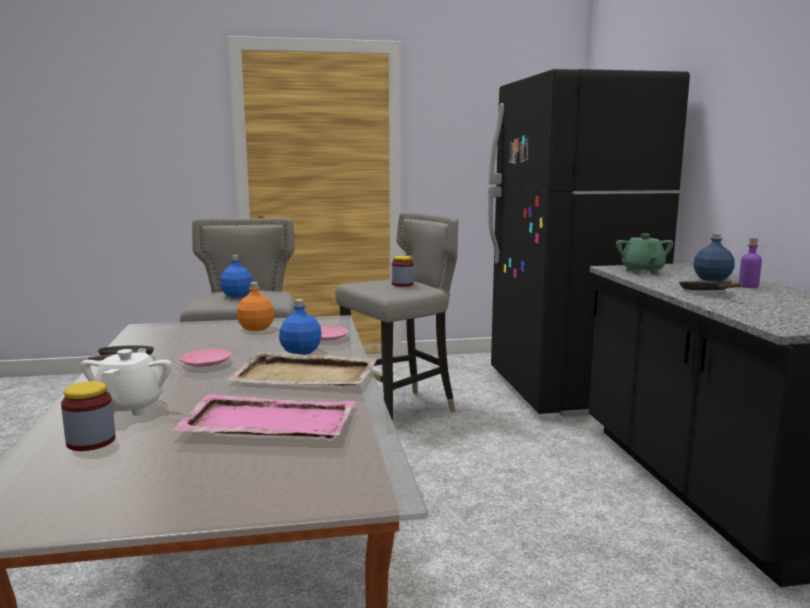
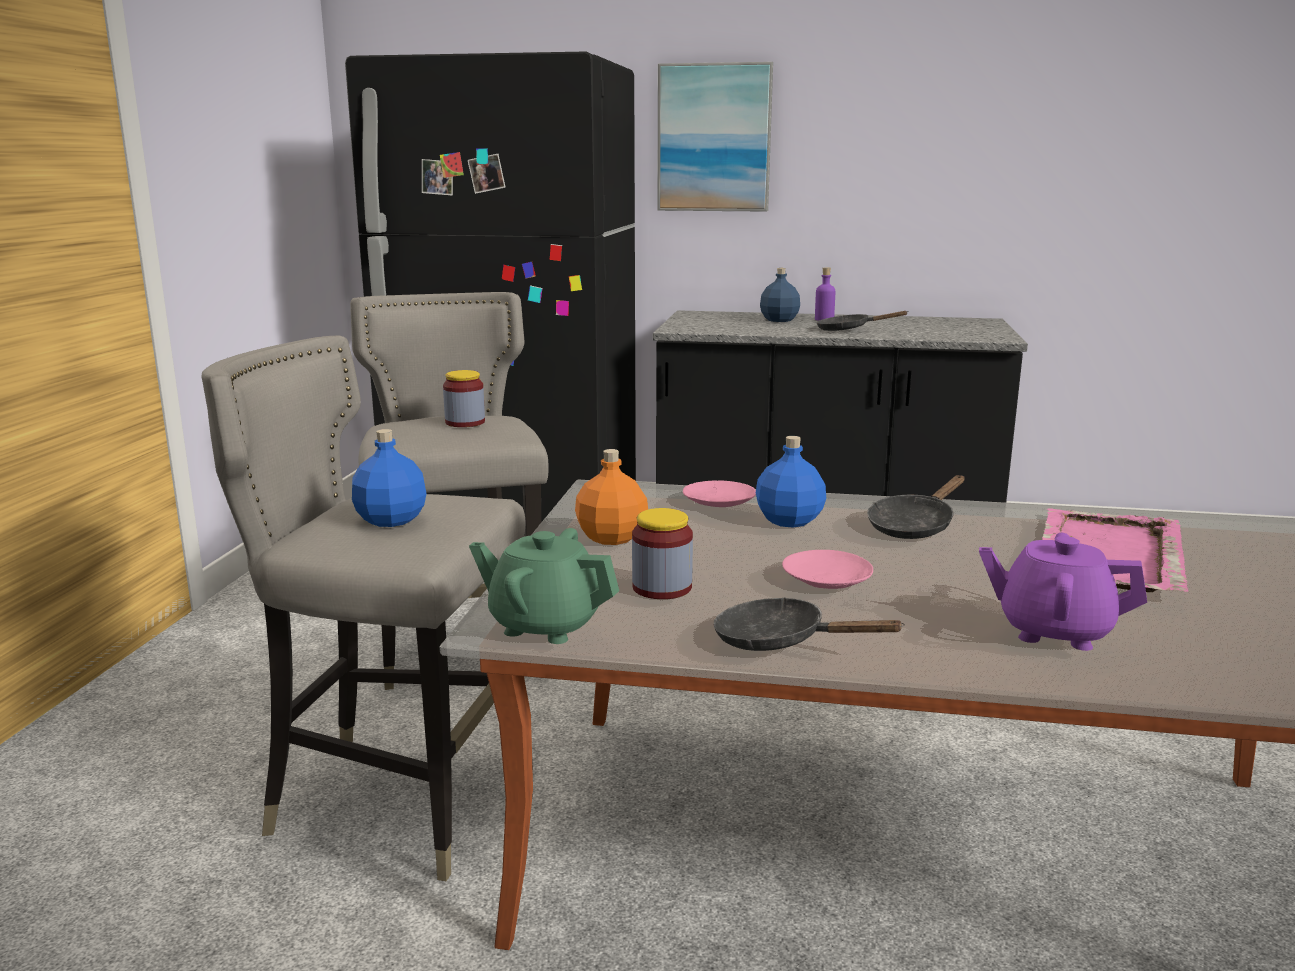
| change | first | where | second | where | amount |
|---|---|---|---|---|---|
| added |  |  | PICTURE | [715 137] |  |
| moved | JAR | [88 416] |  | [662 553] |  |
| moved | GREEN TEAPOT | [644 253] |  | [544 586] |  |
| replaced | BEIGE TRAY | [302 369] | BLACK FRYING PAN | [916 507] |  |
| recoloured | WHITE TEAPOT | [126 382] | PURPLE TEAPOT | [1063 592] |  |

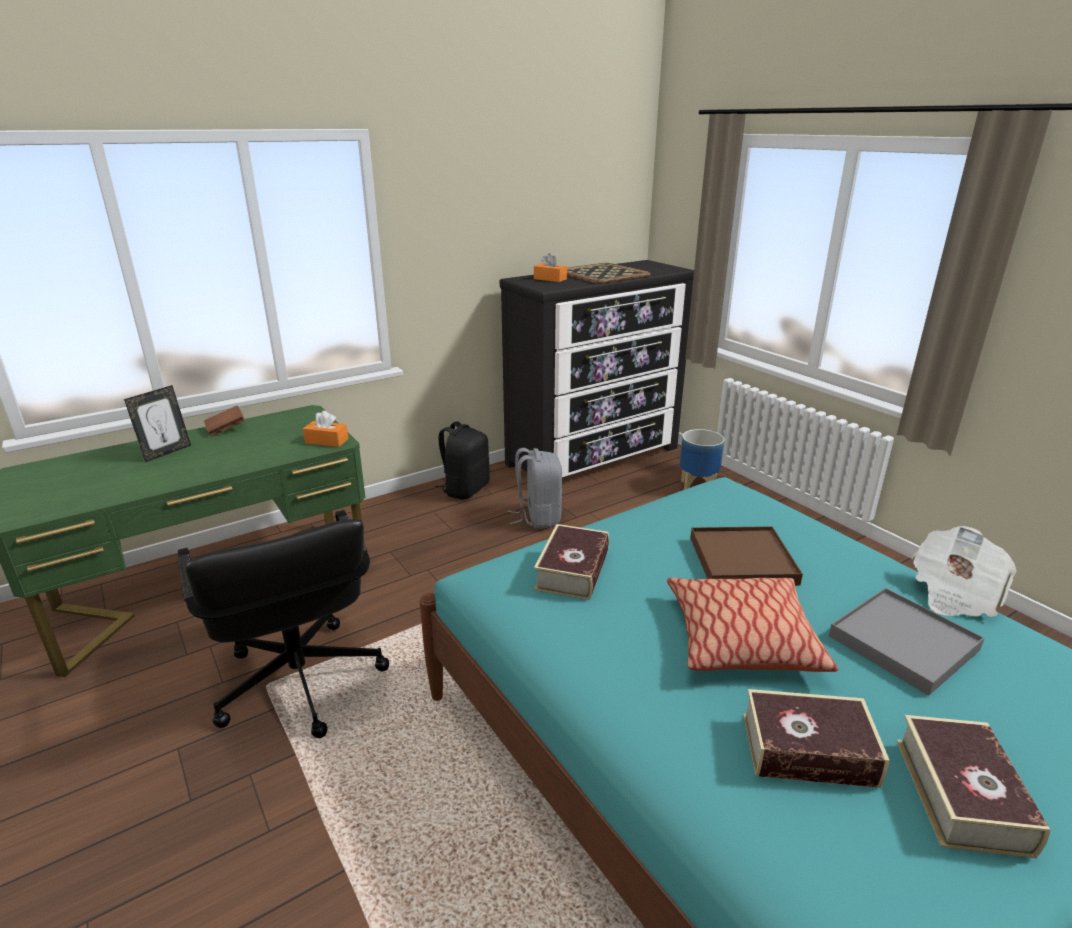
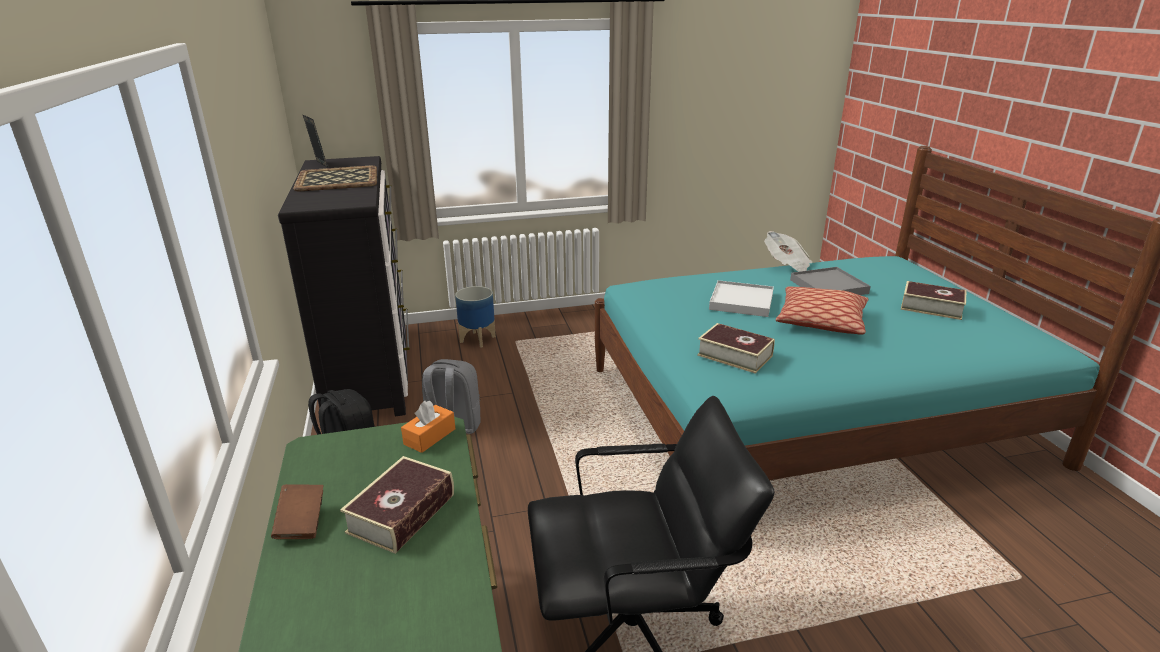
| change | first | where | second | where | amount |
|---|---|---|---|---|---|
| removed | ORANGE TISSUE BOX | [550 267] |  |  |  |
| moved | PICTURE FRAME | [157 423] |  | [315 141] |  |
| moved | BOOK | [816 738] |  | [397 505] |  |
| recoloured | BROWN TRAY | [746 556] | WHITE TRAY | [741 298] |  |

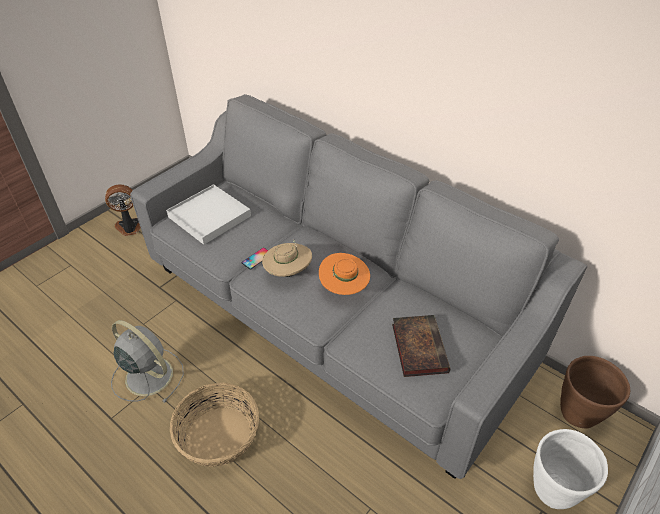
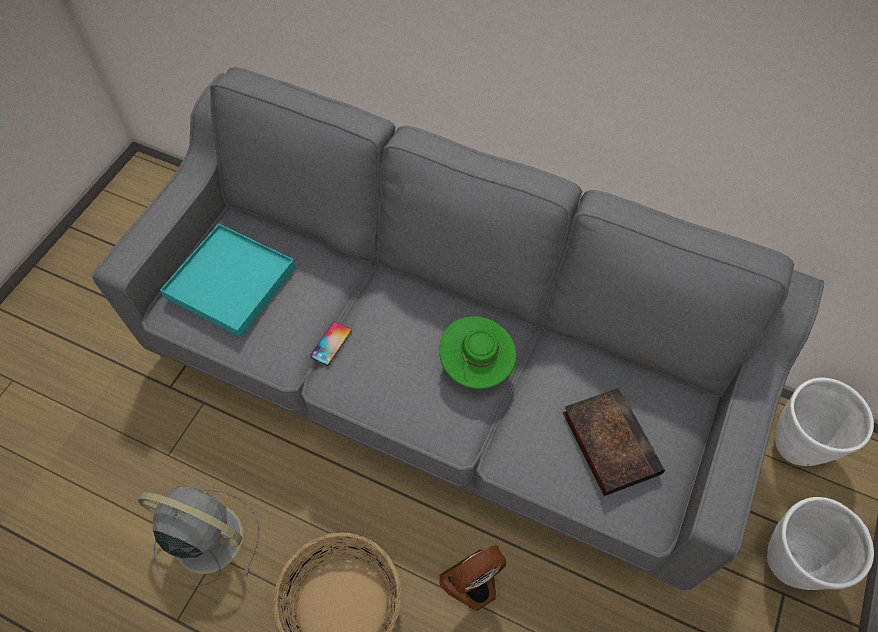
| change | first | where | second | where | amount |
|---|---|---|---|---|---|
| removed | BEIGE HAT | [287 258] |  |  |  |
| moved | FAN | [123 210] |  | [472 578] |  |
| recoloured | WHITE TRAY | [208 214] | TURQUOISE TRAY | [228 281] |  |
| recoloured | ORANGE HAT | [344 274] | GREEN HAT | [477 352] |  |
| recoloured | BROWN PLANTER | [595 392] | WHITE PLANTER | [824 422] |  |

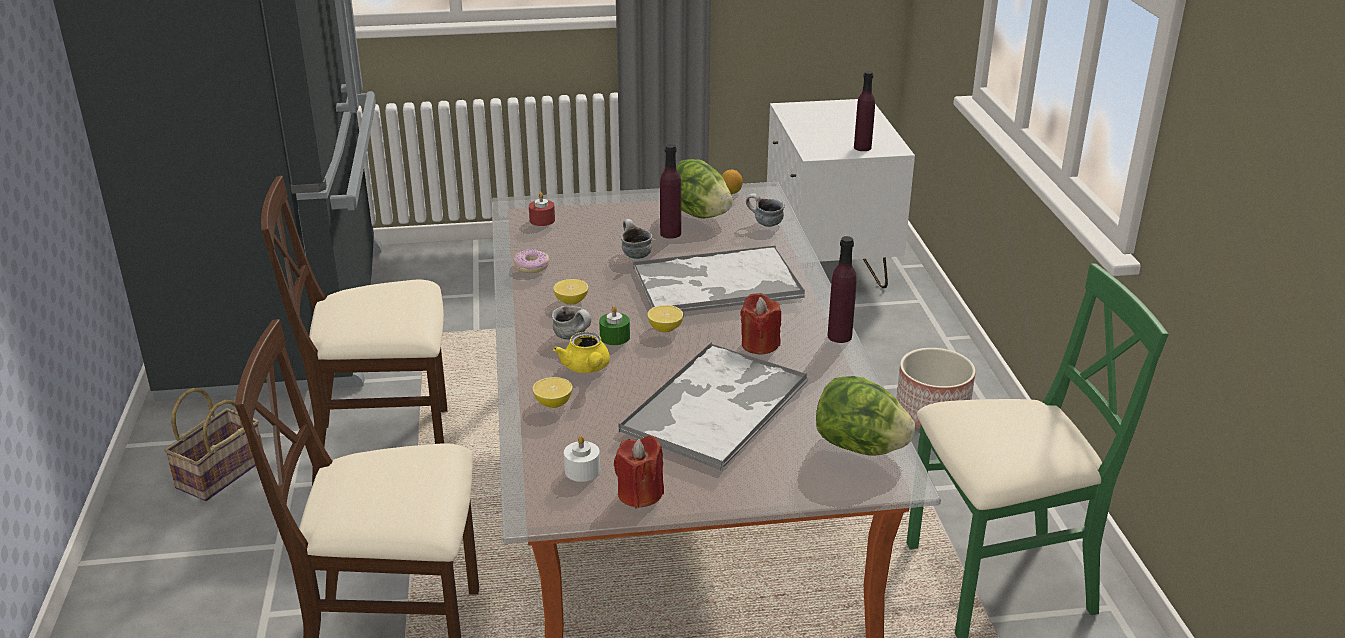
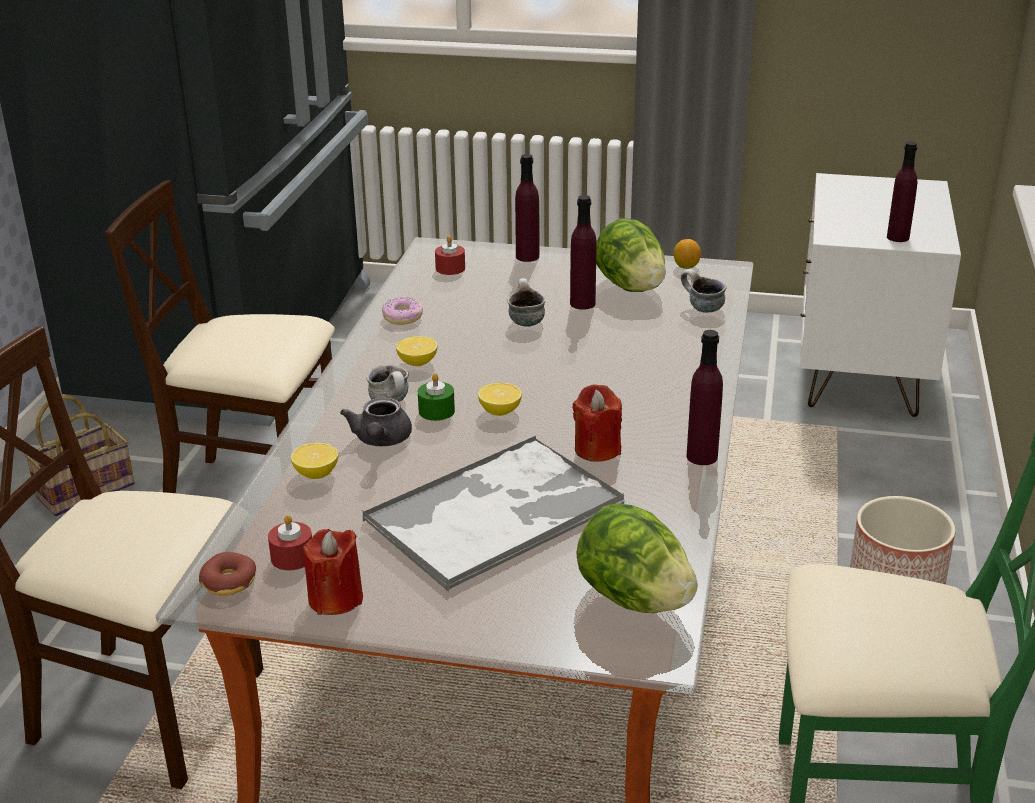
| change | first | where | second | where | amount |
|---|---|---|---|---|---|
| removed | TRAY | [719 279] |  |  |  |
| added |  |  | DONUT | [227 574] |  |
| added |  |  | PURPLE BOTTLE | [527 208] |  |
| recoloured | YELLOW TEAPOT | [581 352] | GREY TEAPOT | [376 421] |  |
| recoloured | WHITE CANDLE | [582 458] | RED CANDLE | [290 542] |  |

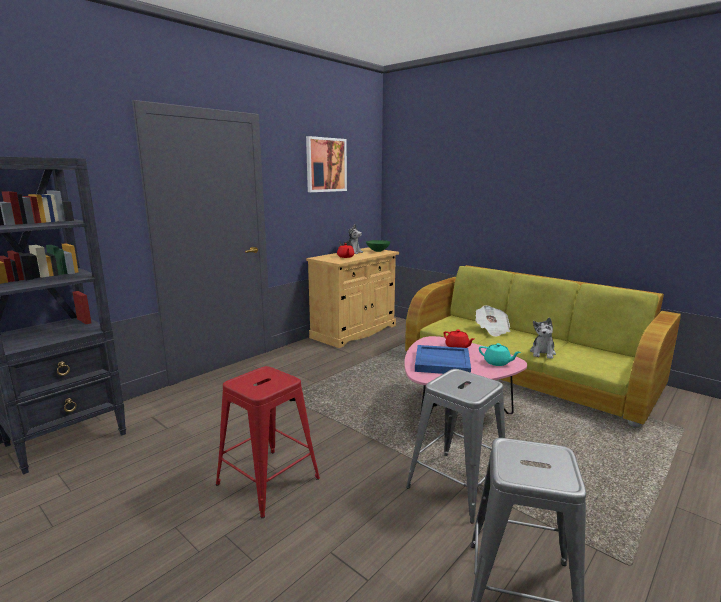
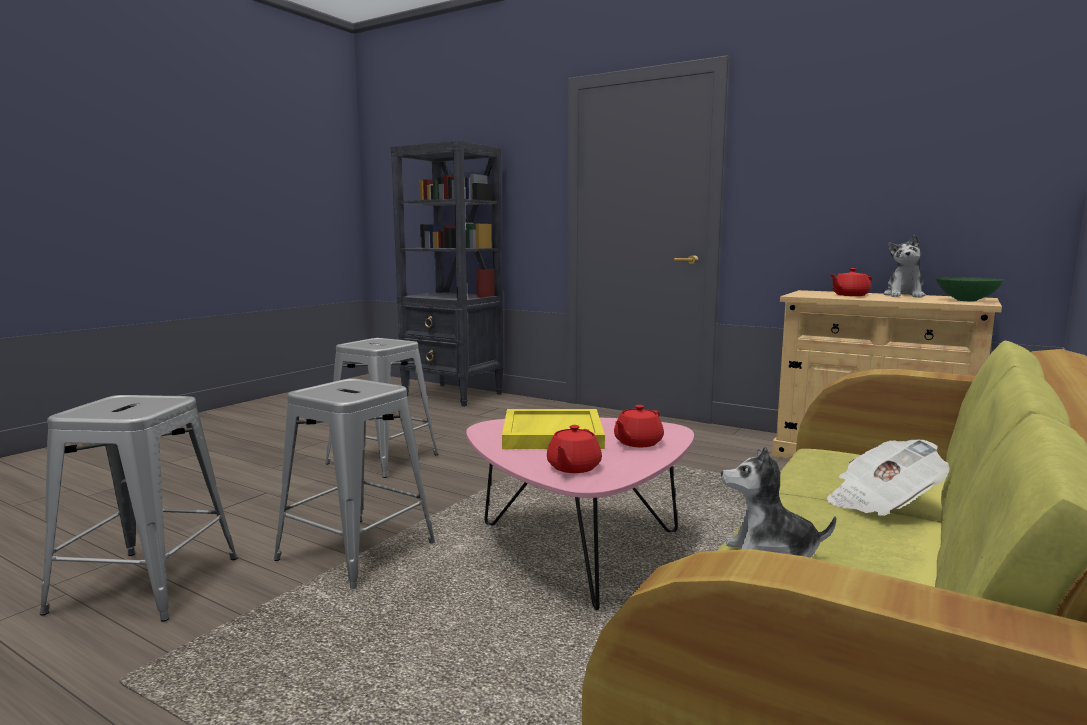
| change | first | where | second | where | amount |
|---|---|---|---|---|---|
| removed | PICTURE | [326 164] |  |  |  |
| recoloured | RED STOOL | [268 442] | GREY STOOL | [381 408] |  |
| recoloured | BLUE TRAY | [443 359] | YELLOW TRAY | [553 429] |  |
| recoloured | TURQUOISE TEAPOT | [500 354] | RED TEAPOT | [574 449] |  |

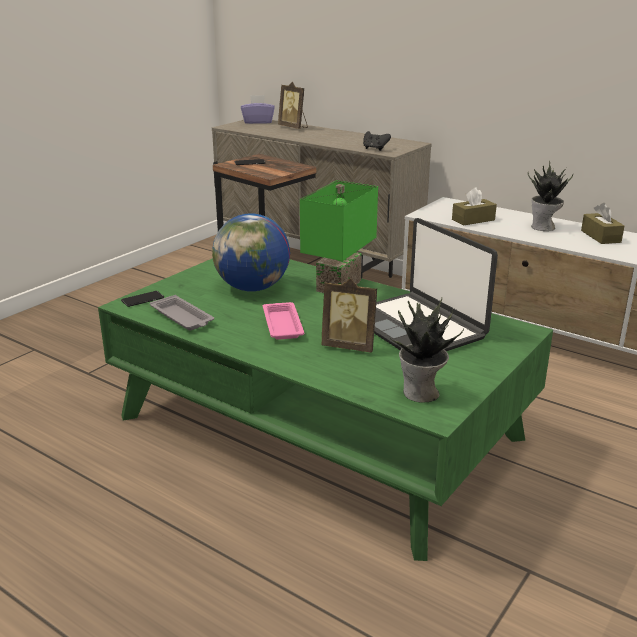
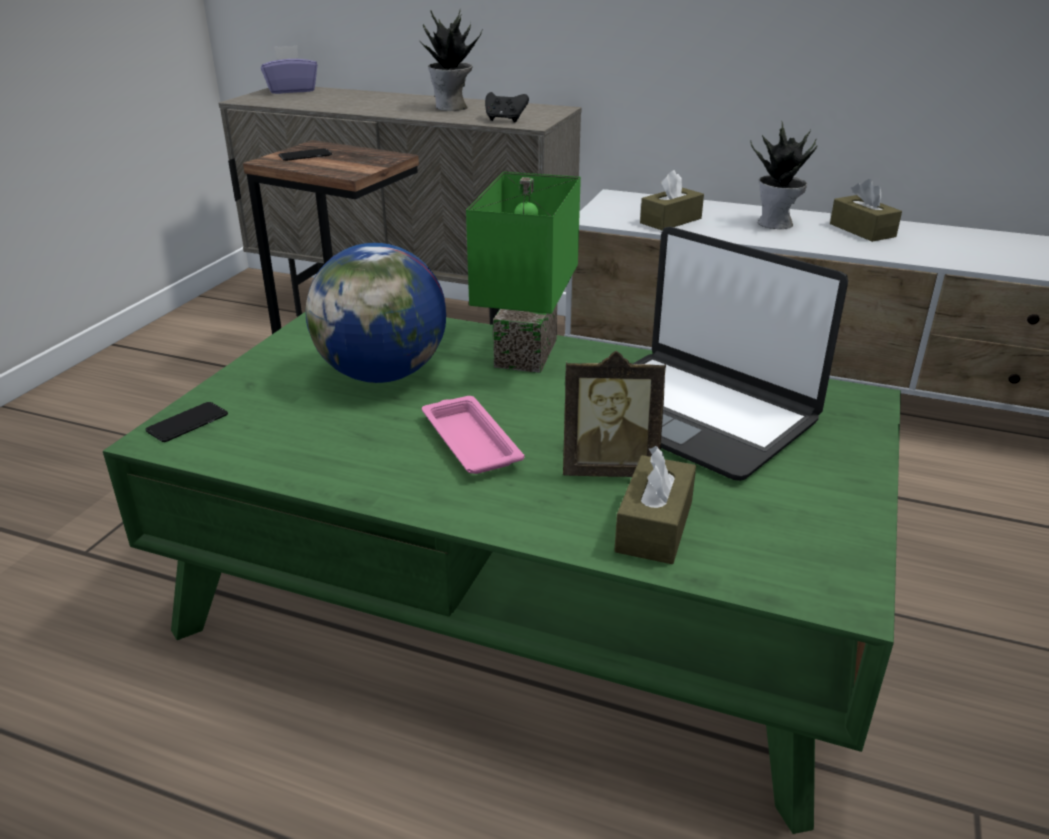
| change | first | where | second | where | amount |
|---|---|---|---|---|---|
| removed | GREY TRAY | [182 312] |  |  |  |
| removed | PICTURE FRAME | [293 105] |  |  |  |
| added |  |  | BROWN TISSUE BOX | [655 505] |  |
| moved | POTTED PLANT | [427 350] |  | [451 60] |  |

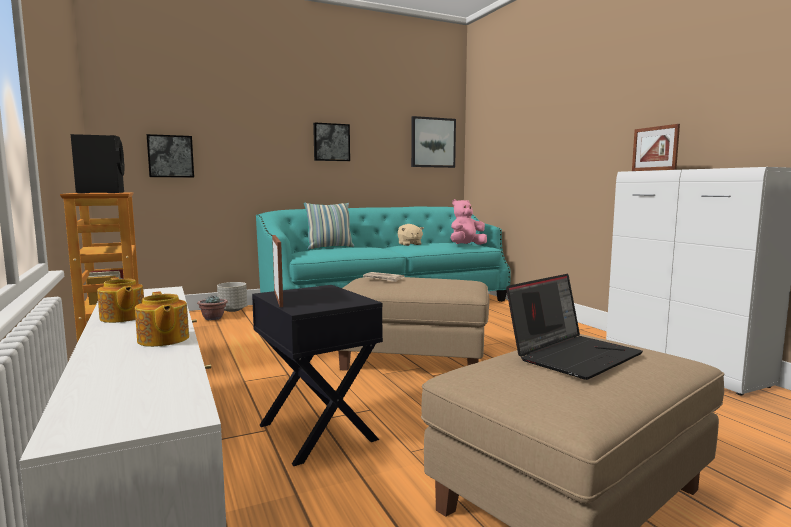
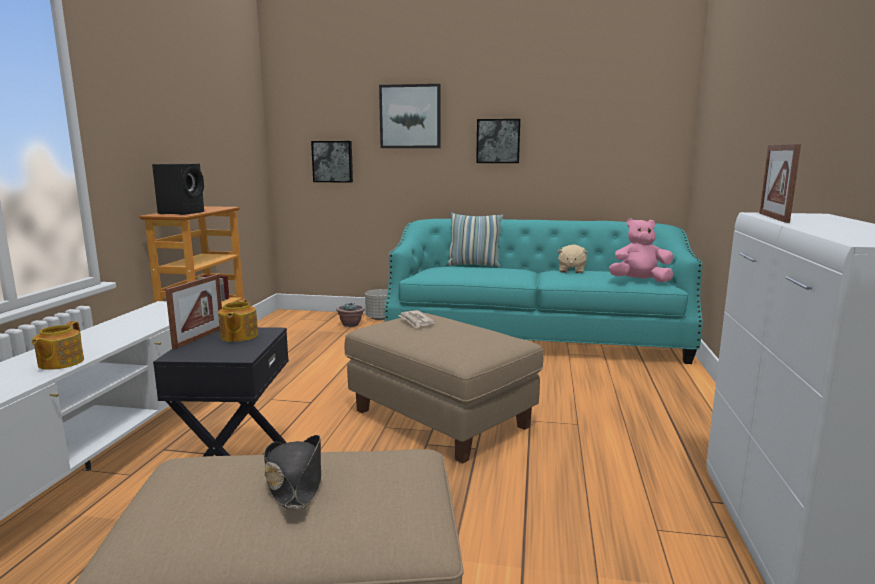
| change | first | where | second | where | amount |
|---|---|---|---|---|---|
| moved | TEAPOT | [120 300] |  | [238 320] |  |
| moved | PICTURE | [433 142] |  | [410 116] |  |
| replaced | LAPTOP | [574 327] | BLACK HAT | [292 472] |  |

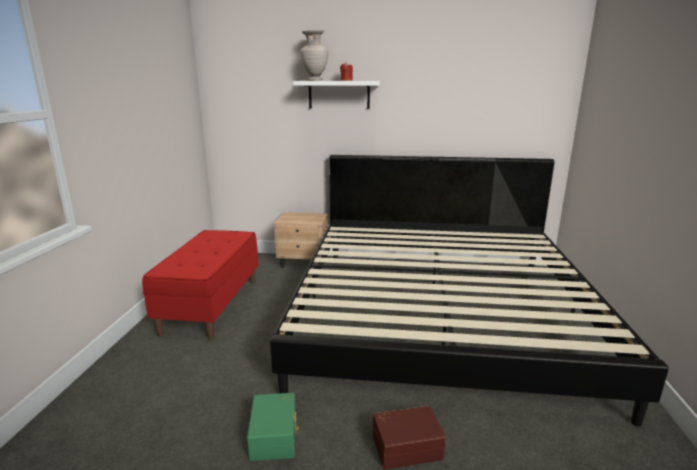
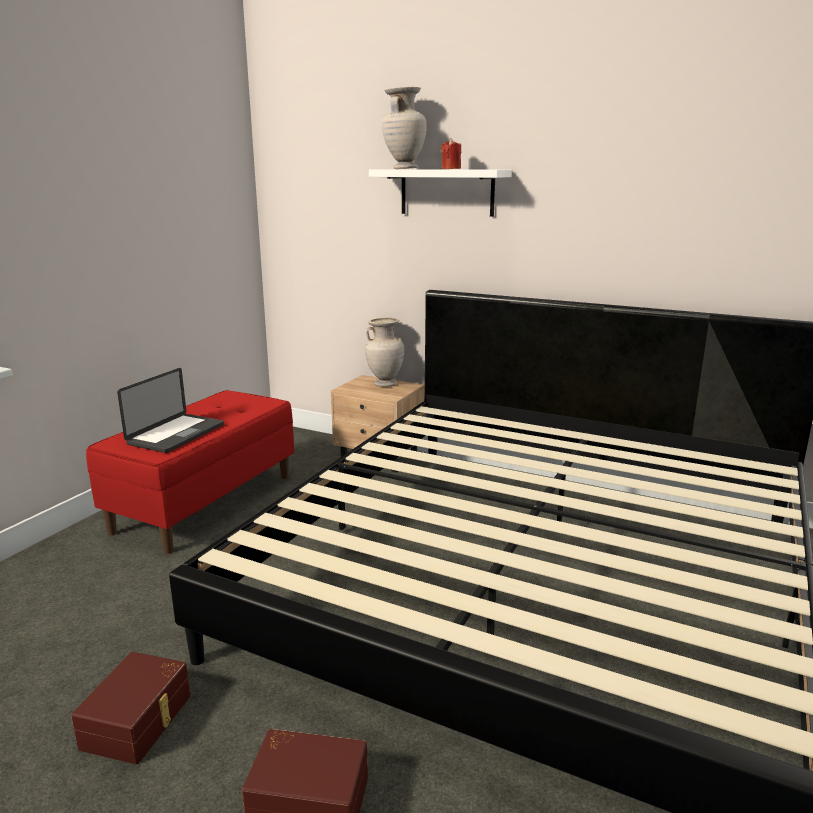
| change | first | where | second | where | amount |
|---|---|---|---|---|---|
| added |  |  | LAPTOP | [170 410] |  |
| added |  |  | BEIGE VASE | [384 352] |  |
| recoloured | GREEN STORAGE BOX | [273 427] | BROWN STORAGE BOX | [131 708] |  |

